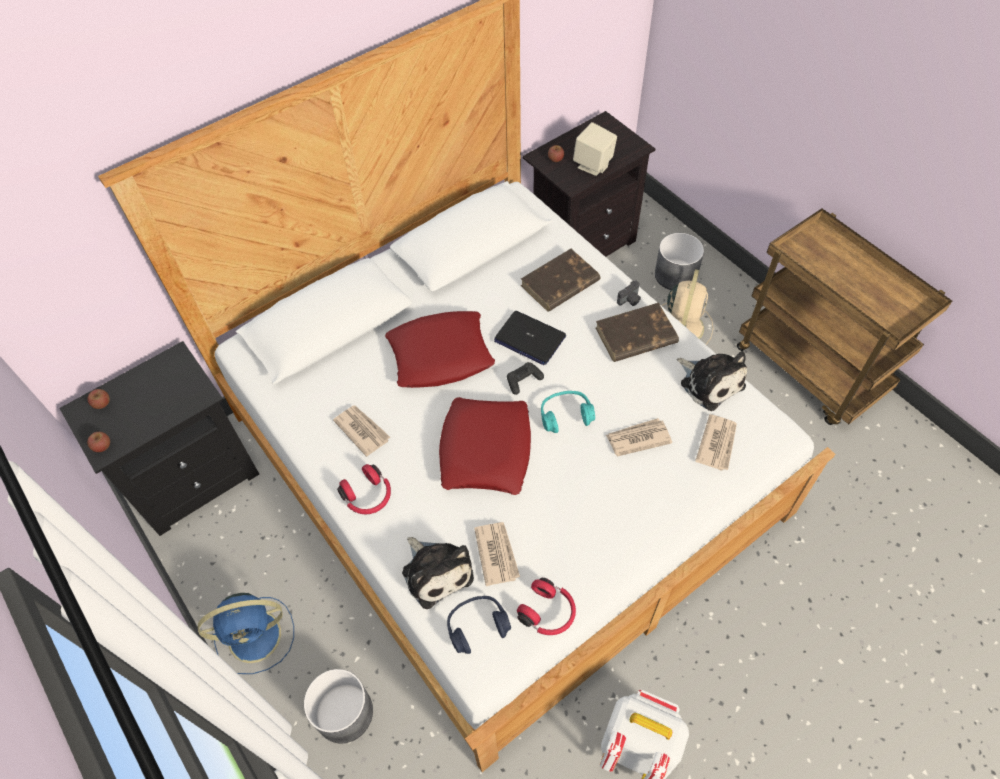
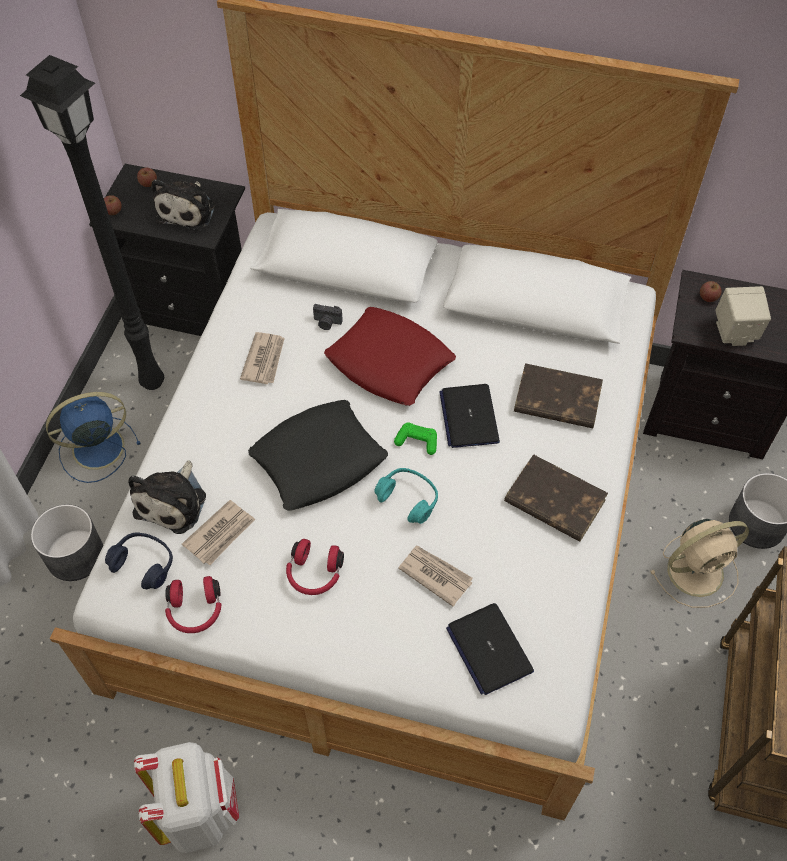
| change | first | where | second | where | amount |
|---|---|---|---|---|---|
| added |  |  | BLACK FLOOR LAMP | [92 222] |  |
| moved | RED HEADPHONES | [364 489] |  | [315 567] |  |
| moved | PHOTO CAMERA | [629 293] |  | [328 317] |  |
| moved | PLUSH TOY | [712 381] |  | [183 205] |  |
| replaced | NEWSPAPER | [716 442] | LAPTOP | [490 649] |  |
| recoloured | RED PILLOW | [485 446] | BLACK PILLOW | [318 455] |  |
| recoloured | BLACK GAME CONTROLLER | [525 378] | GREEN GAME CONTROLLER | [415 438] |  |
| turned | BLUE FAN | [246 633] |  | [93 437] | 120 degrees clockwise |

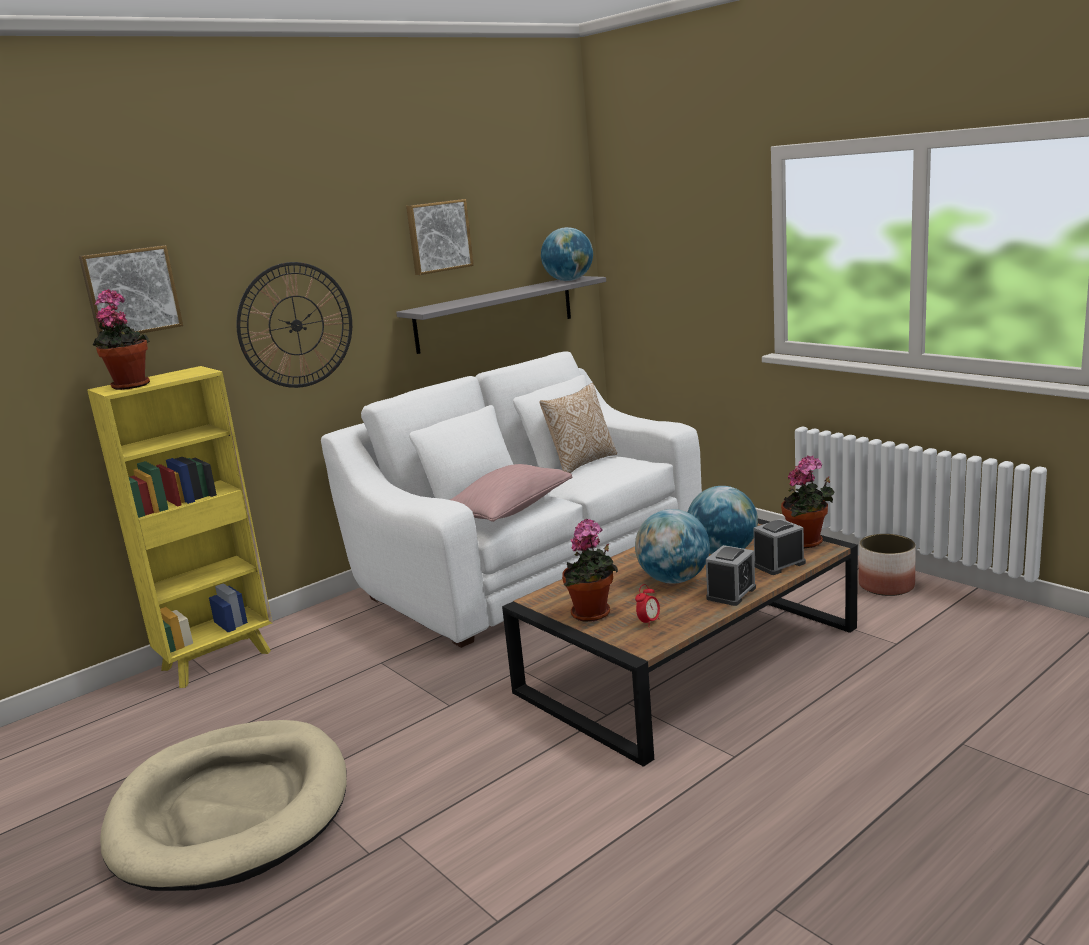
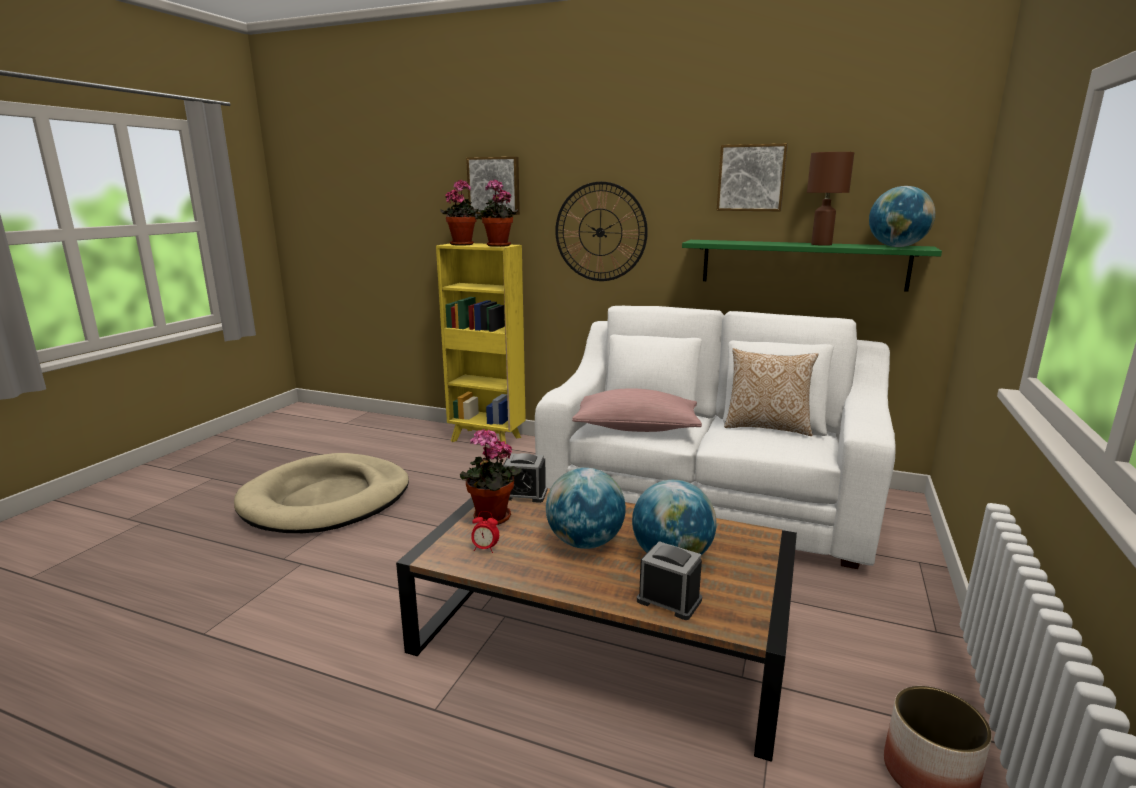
| change | first | where | second | where | amount |
|---|---|---|---|---|---|
| added |  |  | BROWN TABLE LAMP | [830 199] |  |
| moved | ALARM CLOCK | [731 575] |  | [525 478] |  |
| moved | POTTED PLANT | [808 502] |  | [497 213] |  |
| recoloured | GREY SHELF | [501 315] | GREEN SHELF | [812 266] |  |

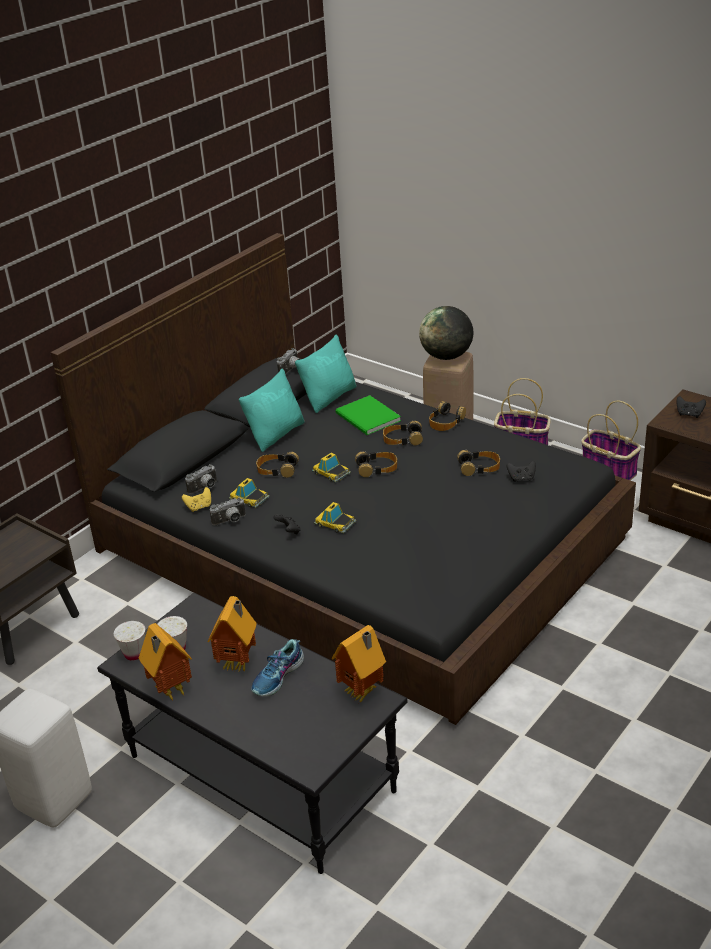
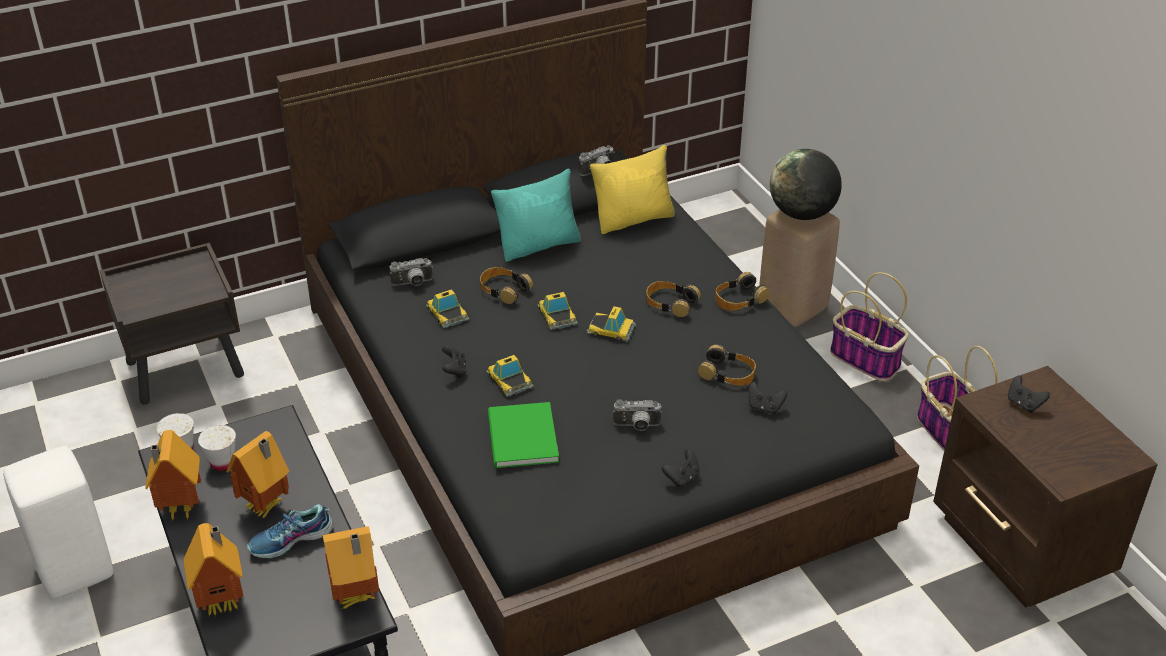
| change | first | where | second | where | amount |
|---|---|---|---|---|---|
| removed | YELLOW GAME CONTROLLER | [196 499] |  |  |  |
| added |  |  | TOY HOUSE | [213 570] |  |
| added |  |  | BLACK GAME CONTROLLER | [681 468] |  |
| moved | PHOTO CAMERA | [228 511] |  | [637 415] |  |
| moved | GREEN BOOK | [368 415] |  | [523 435] |  |
| replaced | HEADPHONES | [376 464] | TOY CAR | [611 324] |  |
| recoloured | TURQUOISE PILLOW | [325 374] | YELLOW PILLOW | [632 189] |  |

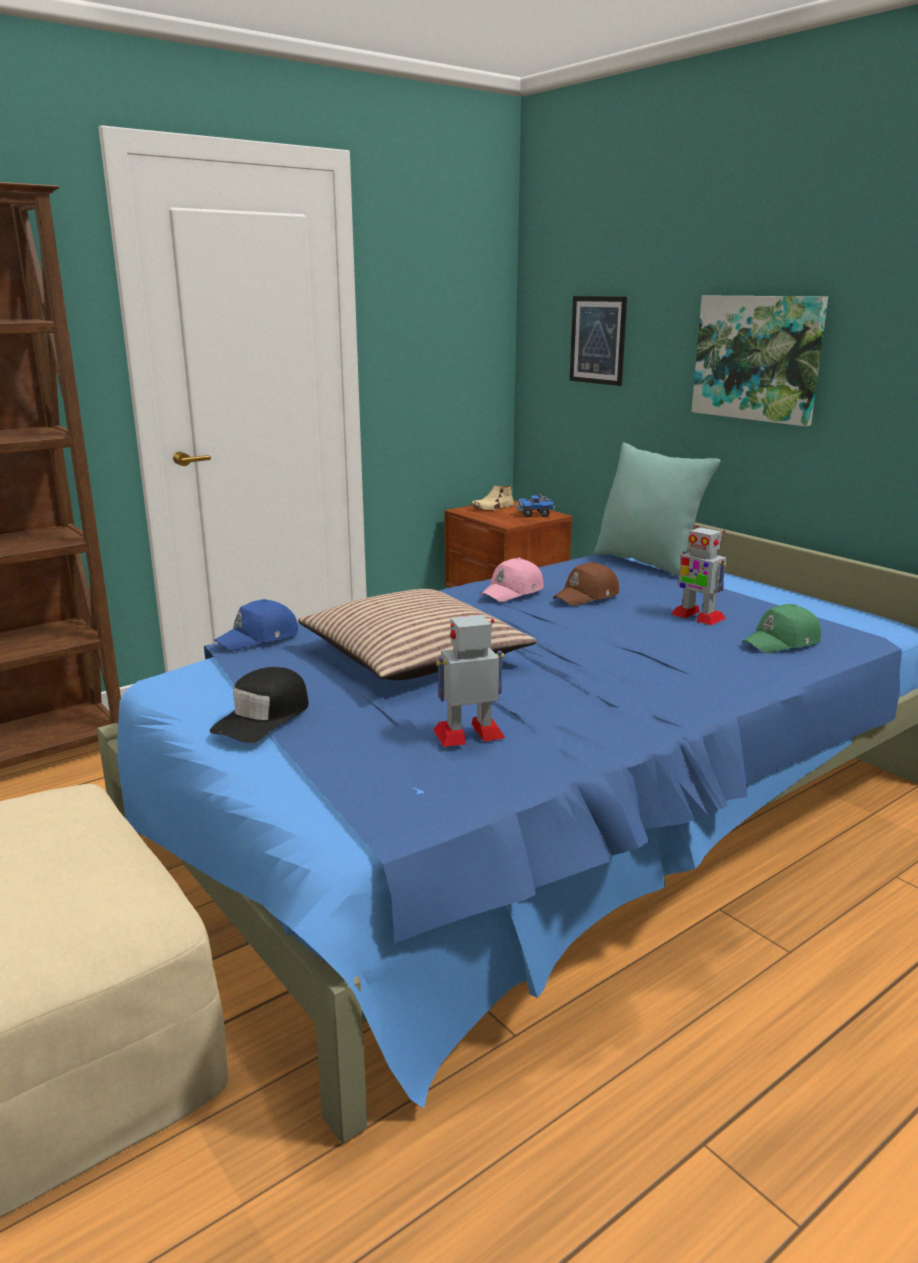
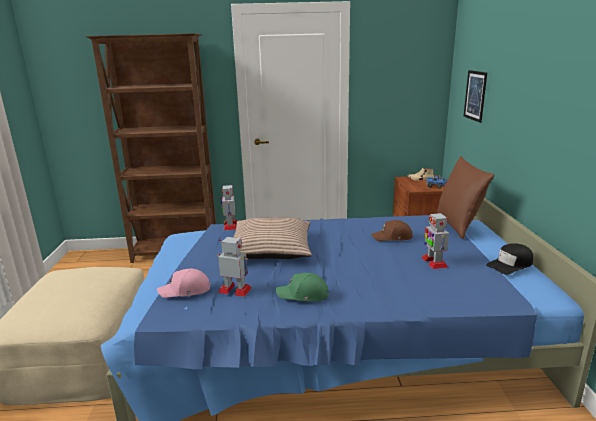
| change | first | where | second | where | amount |
|---|---|---|---|---|---|
| removed | PICTURE | [760 361] |  |  |  |
| moved | BLACK CAP | [259 705] |  | [509 259] |  |
| moved | PINK CAP | [511 580] |  | [183 283] |  |
| moved | GREEN CAP | [781 628] |  | [302 287] |  |
| replaced | BLUE CAP | [256 625] | TOY ROBOT | [229 207] |  |
| recoloured | TURQUOISE PILLOW | [657 509] | BROWN PILLOW | [465 197] |  |

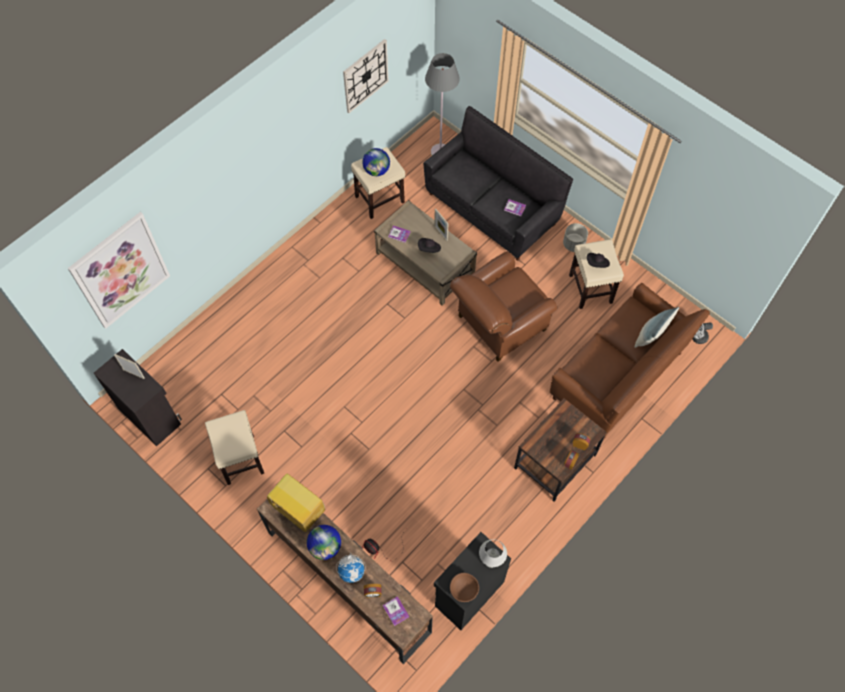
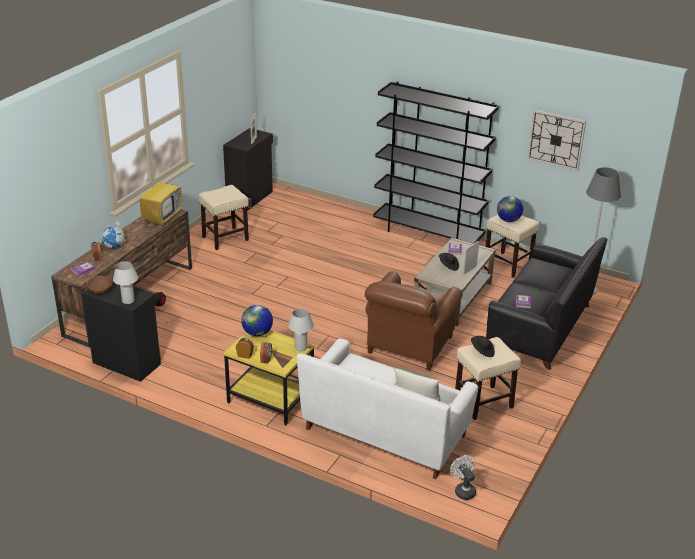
| change | first | where | second | where | amount |
|---|---|---|---|---|---|
| removed | PICTURE | [119 270] |  |  |  |
| removed | GREY PLANTER | [575 237] |  |  |  |
| added |  |  | WHITE TABLE LAMP | [301 329] |  |
| added |  |  | BLACK BOOKCASE | [436 163] |  |
| moved | GLOBE | [324 542] |  | [257 320] |  |
| recoloured | BROWN SIDE TABLE | [560 450] | YELLOW SIDE TABLE | [269 377] |  |
| recoloured | BROWN SOFA | [630 361] | WHITE SOFA | [387 408] |  |
| turned | BROWN ARMCHAIR | [503 306] |  | [414 321] | 105 degrees counterclockwise |

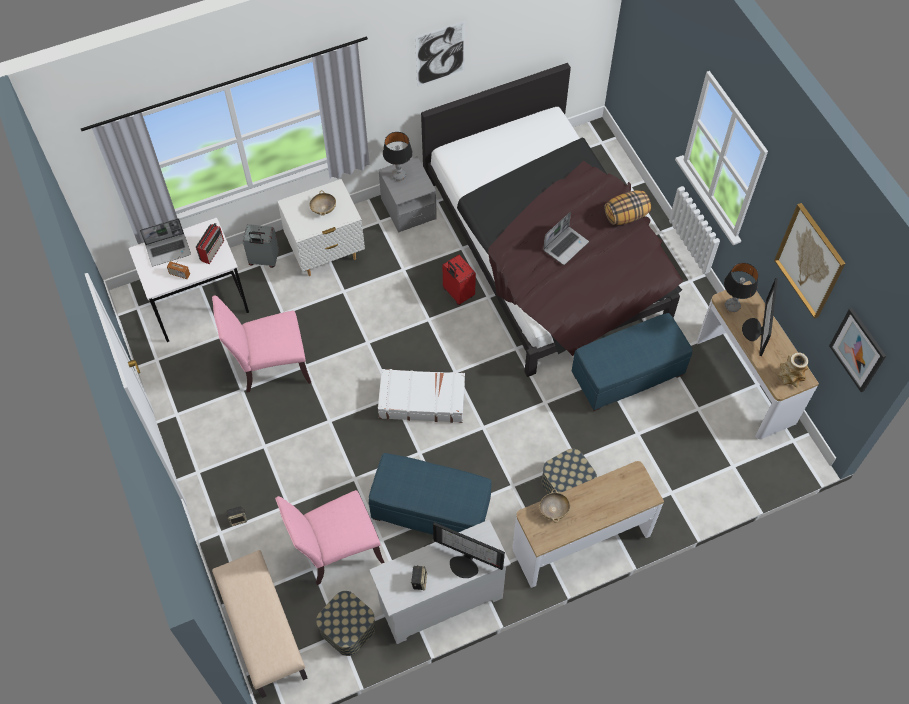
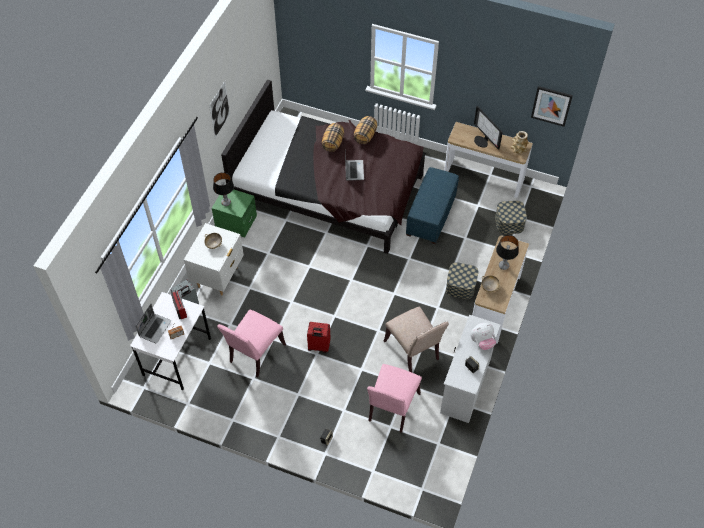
| change | first | where | second | where | amount |
|---|---|---|---|---|---|
| removed | BEIGE BENCH | [260 624] |  |  |  |
| removed | WHITE SUITCASE | [421 396] |  |  |  |
| removed | PICTURE | [810 261] |  |  |  |
| added |  |  | PILLOW | [333 137] |  |
| moved | STORAGE BOX | [346 623] |  | [511 217] |  |
| moved | RED SUITCASE | [459 280] |  | [319 337] |  |
| moved | TABLE LAMP | [741 287] |  | [507 252] |  |
| replaced | BLUE OTTOMAN | [430 494] | BEIGE CHAIR | [416 339] |  |
| replaced | MONITOR | [469 550] | PLUSH TOY | [483 336] |  |
| recoloured | GREY NIGHTSTAND | [407 194] | GREEN NIGHTSTAND | [234 213] |  |

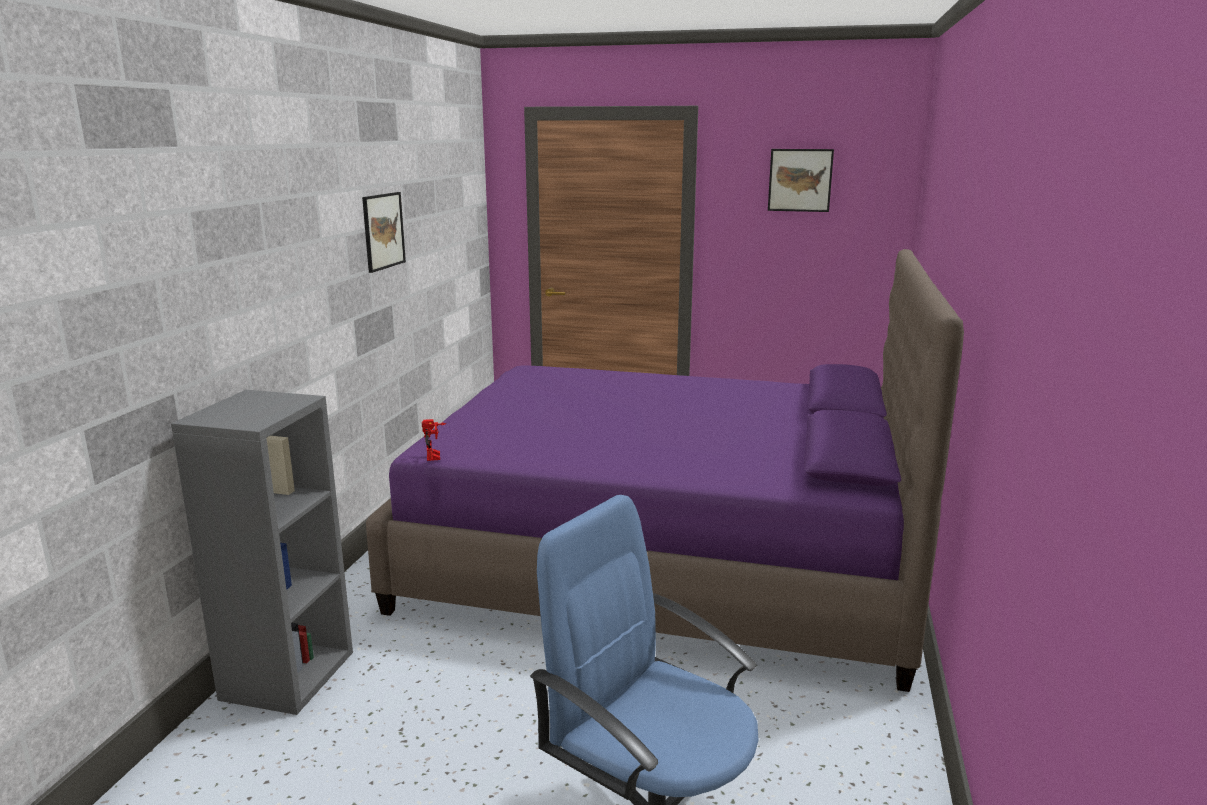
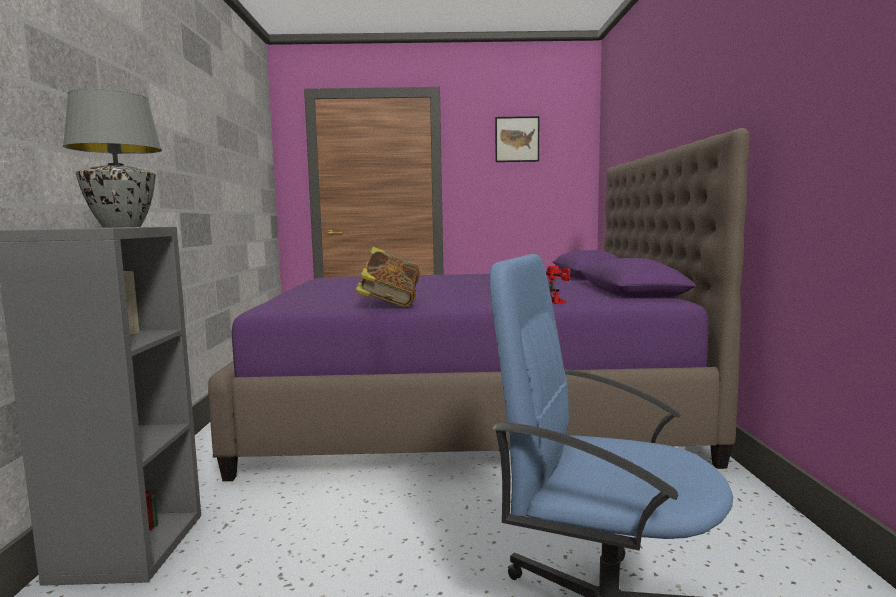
| change | first | where | second | where | amount |
|---|---|---|---|---|---|
| removed | PICTURE | [384 232] |  |  |  |
| added |  |  | GREY TABLE LAMP | [112 158] |  |
| added |  |  | BOOK | [387 277] |  |
| moved | TOY ROBOT | [434 440] |  | [558 285] |  |

